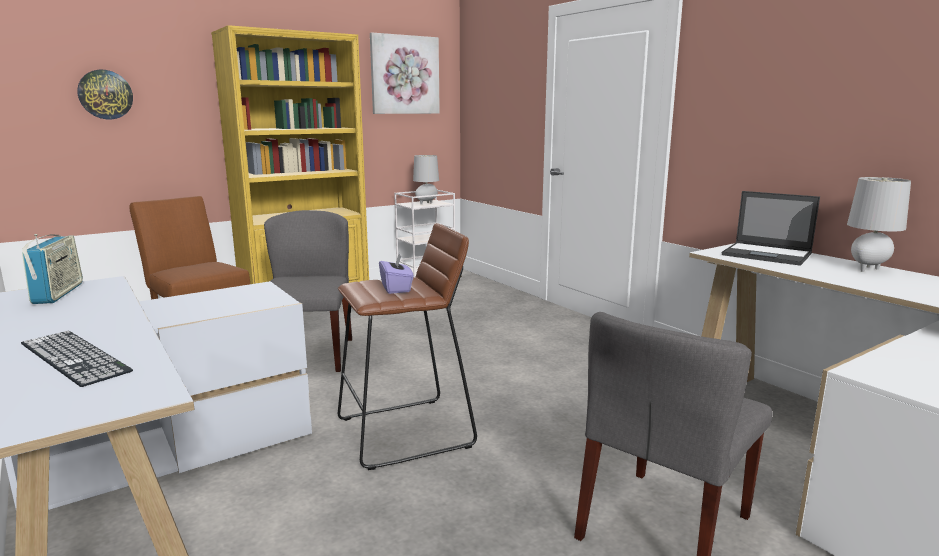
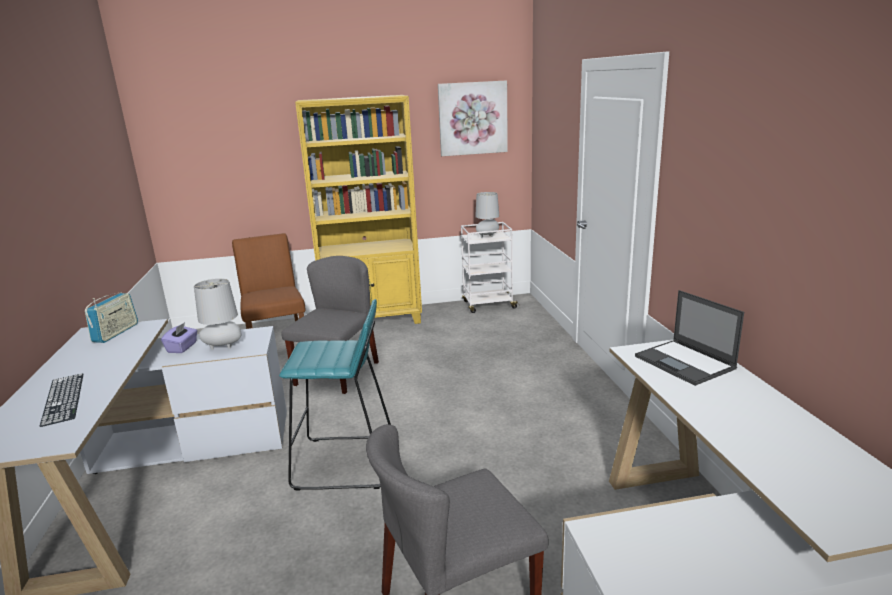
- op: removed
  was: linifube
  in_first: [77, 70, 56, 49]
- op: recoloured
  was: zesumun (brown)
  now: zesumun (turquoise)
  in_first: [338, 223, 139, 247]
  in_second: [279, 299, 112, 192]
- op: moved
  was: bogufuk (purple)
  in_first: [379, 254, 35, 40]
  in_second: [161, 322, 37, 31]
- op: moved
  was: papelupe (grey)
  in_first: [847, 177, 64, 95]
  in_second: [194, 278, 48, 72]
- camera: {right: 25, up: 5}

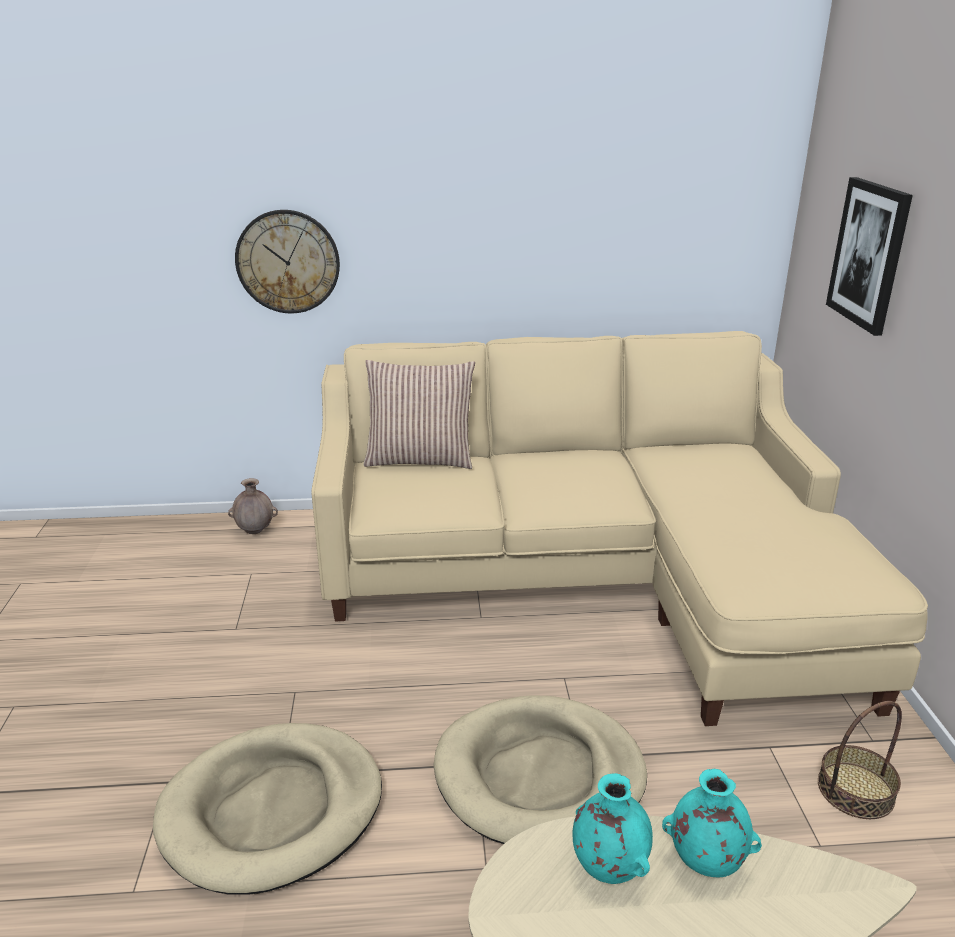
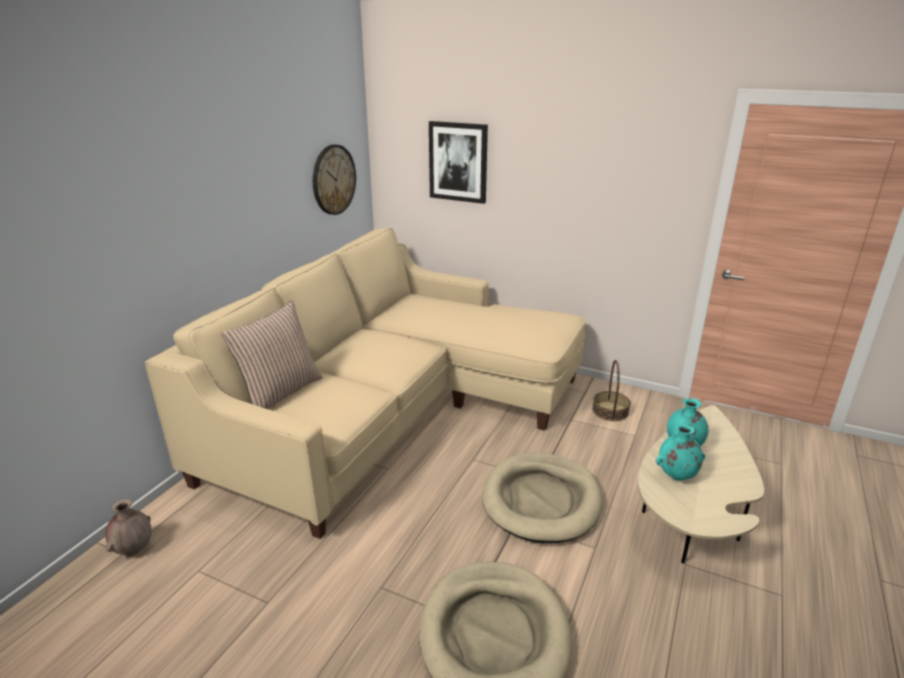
- op: moved
  was: linifube
  in_first: [235, 210, 105, 104]
  in_second: [313, 144, 43, 71]
- camera: {right: -60, up: 0}

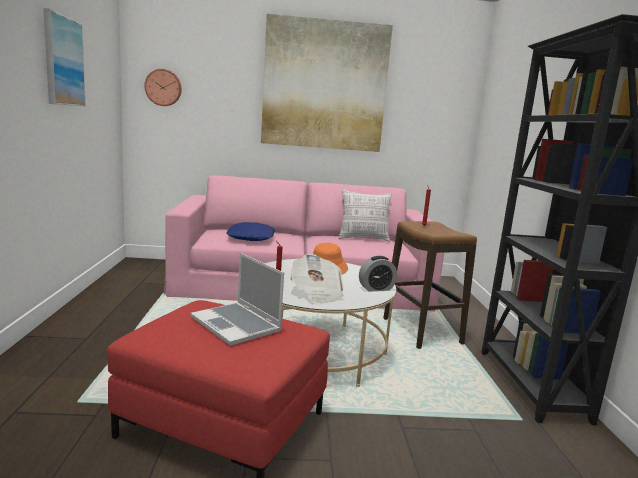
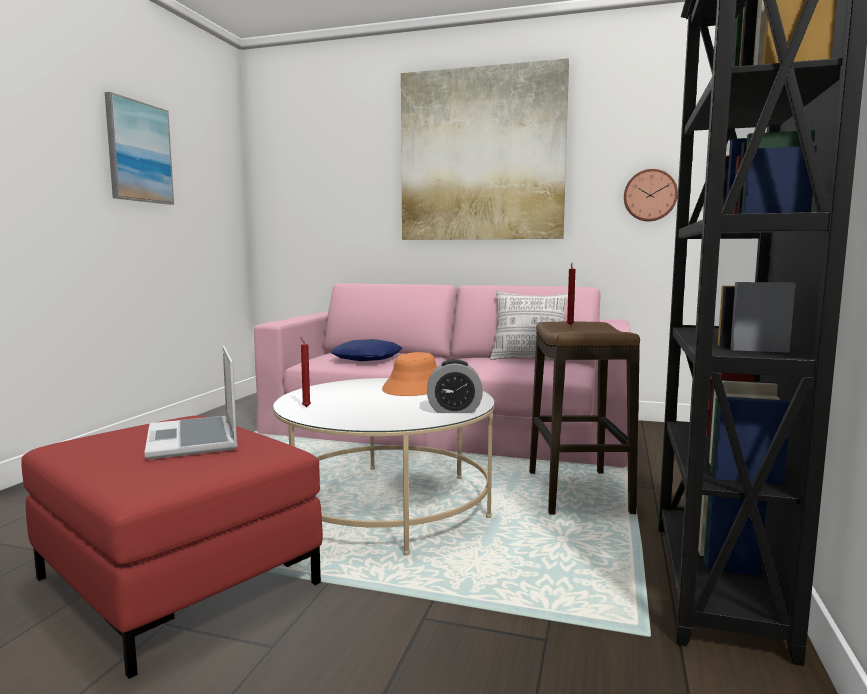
- op: moved
  was: linifube
  in_first: [144, 69, 38, 37]
  in_second: [624, 169, 54, 52]
- op: removed
  was: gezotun
  in_first: [290, 254, 54, 50]
- camera: {right: 20, up: -5}

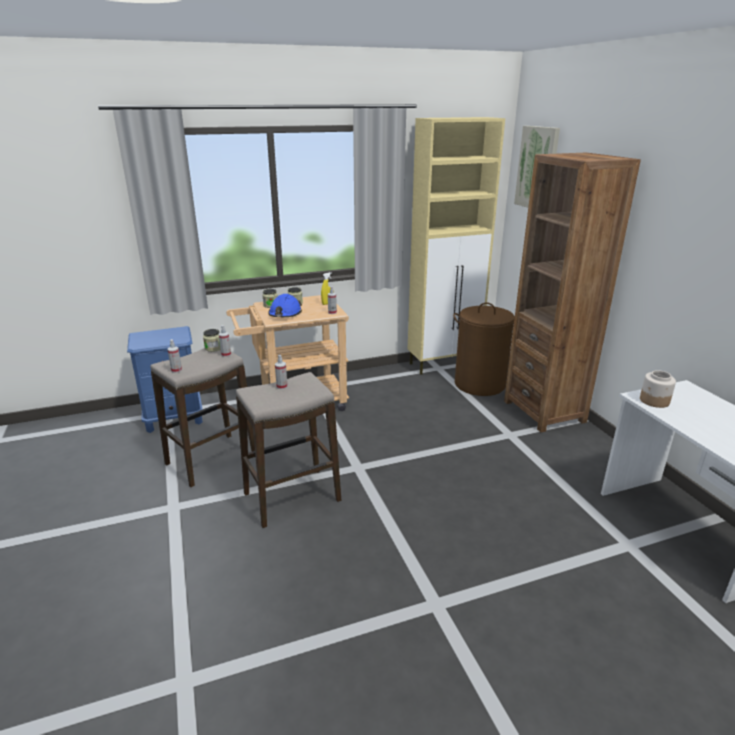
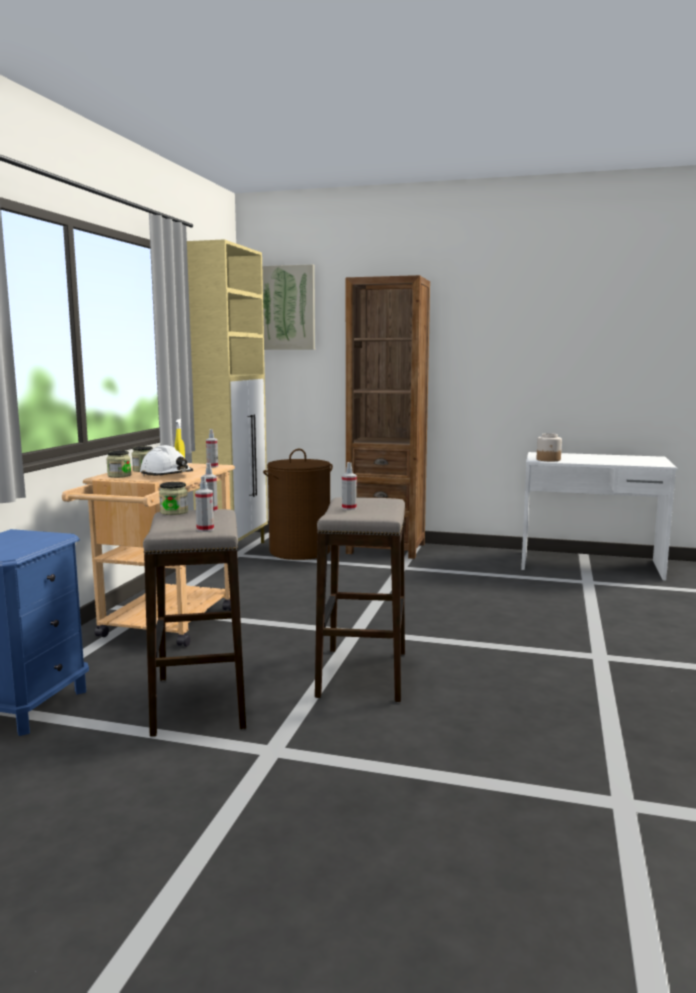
- op: recoloured
  was: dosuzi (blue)
  now: dosuzi (white)
  in_first: [268, 294, 34, 23]
  in_second: [140, 445, 53, 31]
- camera: {right: -55, up: -15}

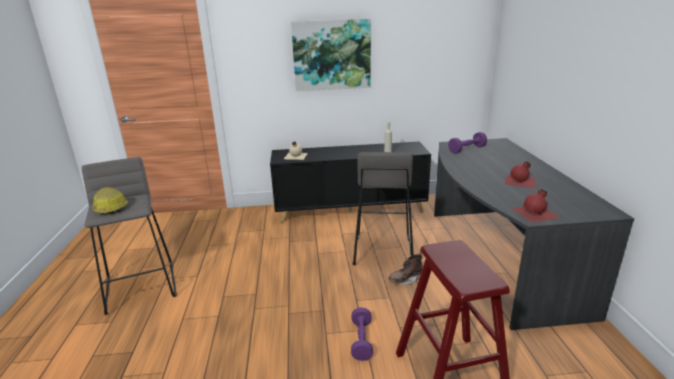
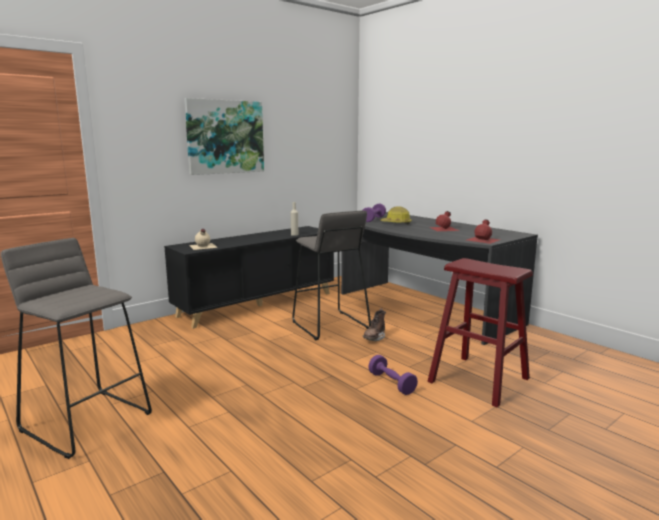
- op: moved
  was: dosuzi
  in_first: [93, 187, 35, 28]
  in_second: [380, 207, 32, 18]
- camera: {right: -35, up: -10}

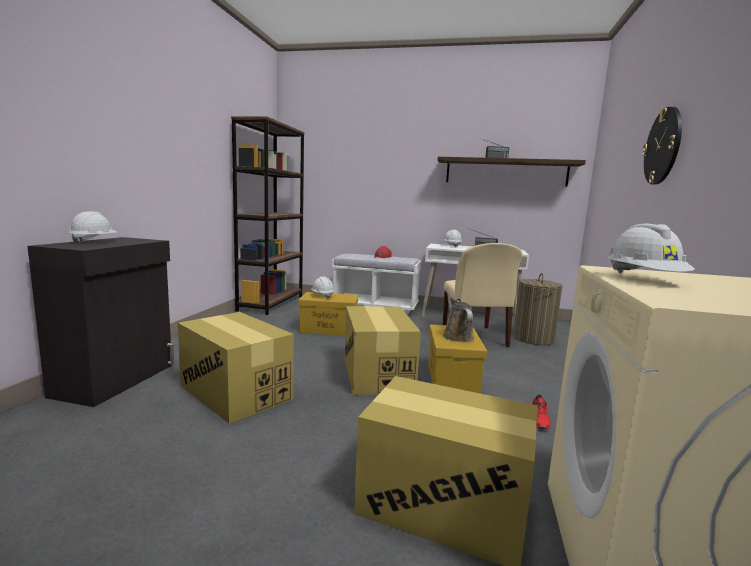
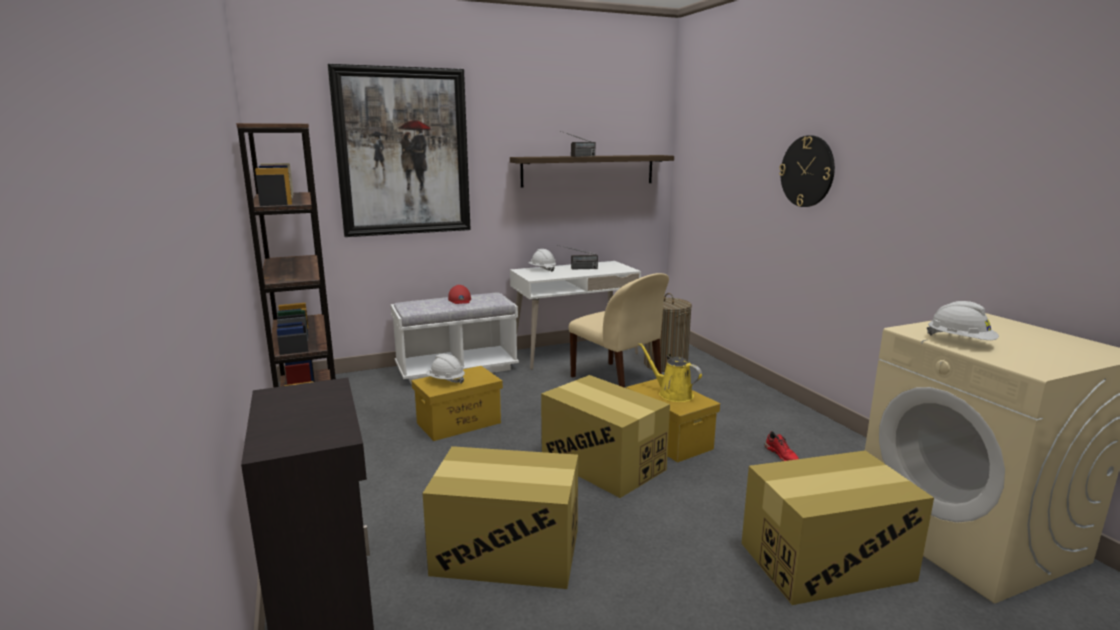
- op: removed
  was: dosuzi (white)
  in_first: [68, 211, 50, 33]
- op: recoloured
  was: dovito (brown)
  now: dovito (yellow)
  in_first: [443, 289, 31, 53]
  in_second: [638, 342, 64, 60]
- op: added
  now: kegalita
  in_second: [328, 64, 143, 173]
- camera: {right: -35, up: 5}

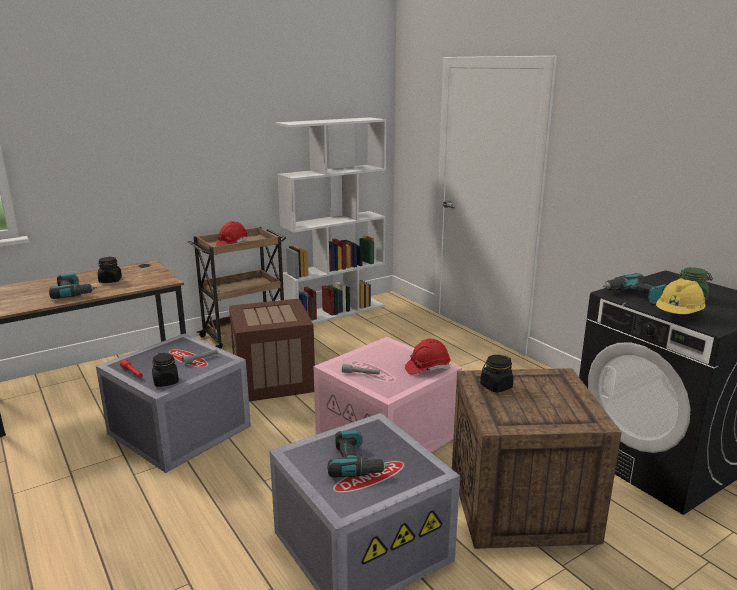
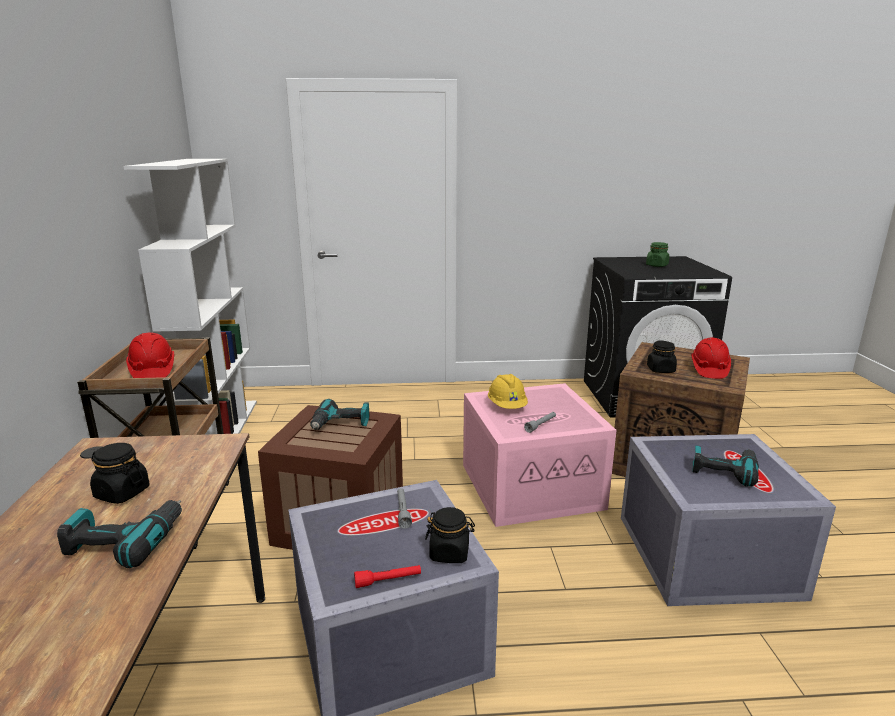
- op: moved
  was: dosuzi (red)
  in_first: [405, 339, 45, 36]
  in_second: [691, 338, 40, 41]
- op: moved
  was: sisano
  in_first: [603, 273, 64, 31]
  in_second: [310, 399, 59, 31]
- op: moved
  was: dosuzi (yellow)
  in_first: [656, 278, 50, 36]
  in_second: [488, 374, 40, 35]
- camera: {right: -60, up: 0}

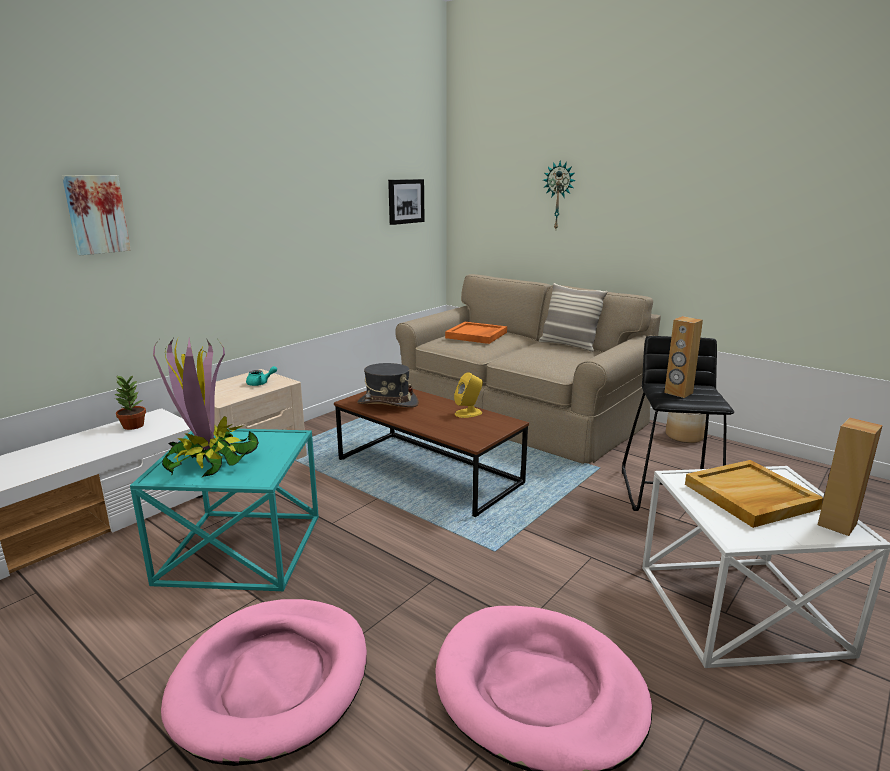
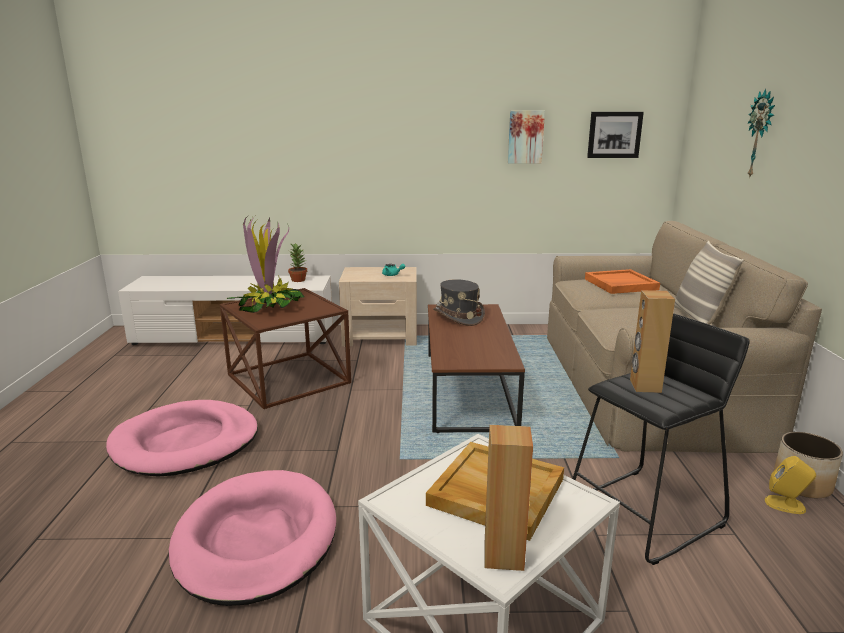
- op: moved
  was: kegalita
  in_first: [62, 175, 69, 80]
  in_second: [508, 110, 37, 54]
- op: recoloured
  was: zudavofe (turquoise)
  now: zudavofe (brown)
  in_first: [130, 428, 189, 163]
  in_second: [220, 288, 131, 121]
- op: moved
  was: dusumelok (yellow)
  in_first: [454, 372, 29, 46]
  in_second: [765, 456, 51, 58]
- camera: {right: 50, up: 0}

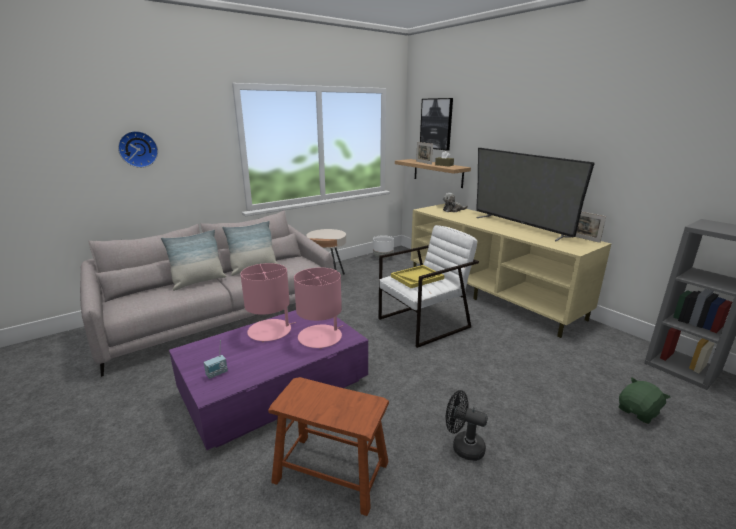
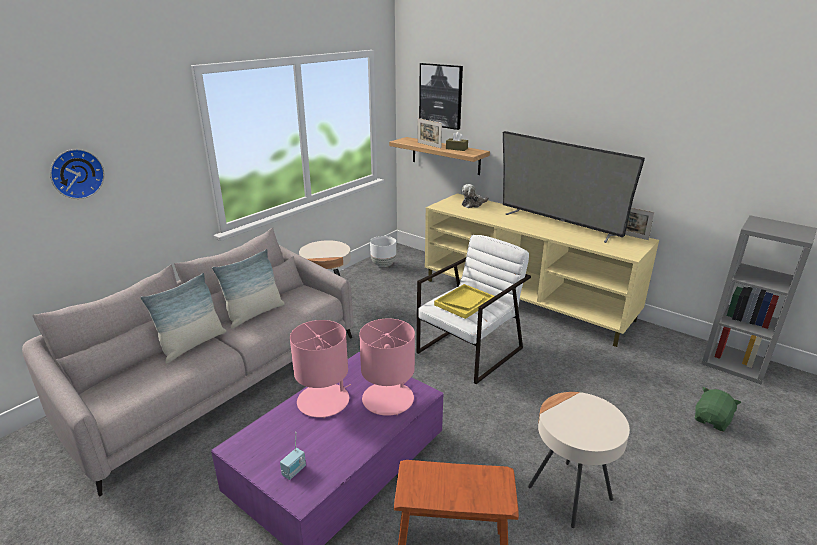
- op: replaced
  was: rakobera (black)
  now: zudavofe (beige)
  in_first: [445, 390, 43, 71]
  in_second: [528, 392, 102, 136]
- camera: {right: -15, up: 5}

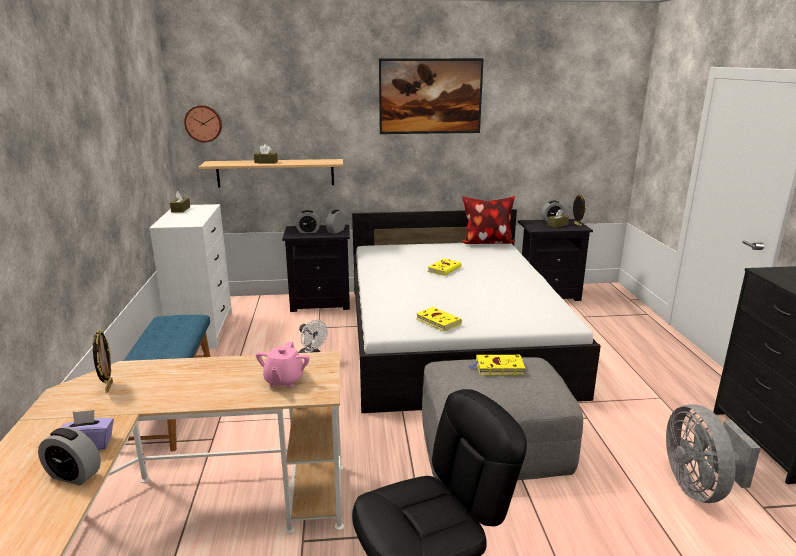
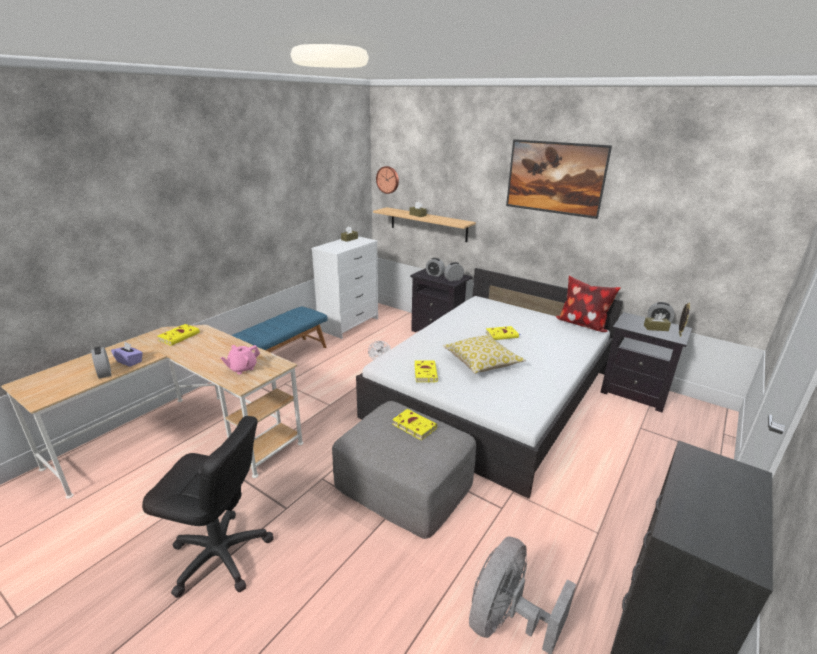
- op: replaced
  was: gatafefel
  now: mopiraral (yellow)
  in_first: [93, 329, 20, 64]
  in_second: [158, 324, 42, 22]
- op: added
  now: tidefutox
  in_second: [443, 335, 83, 39]
- camera: {right: 40, up: 5}

